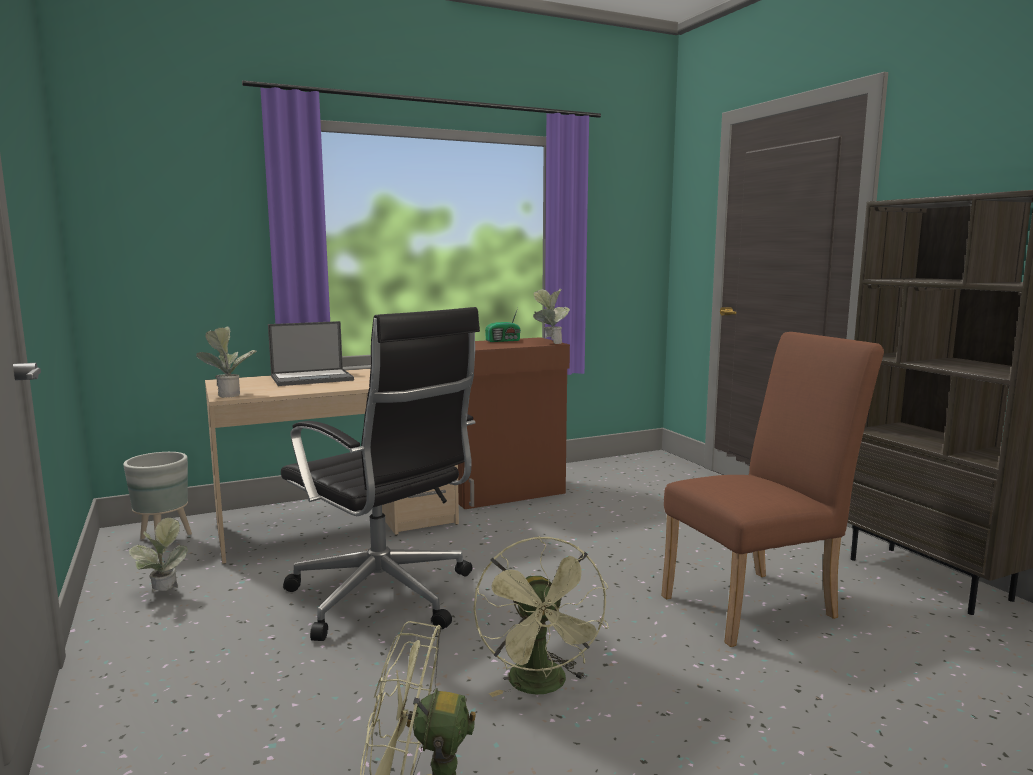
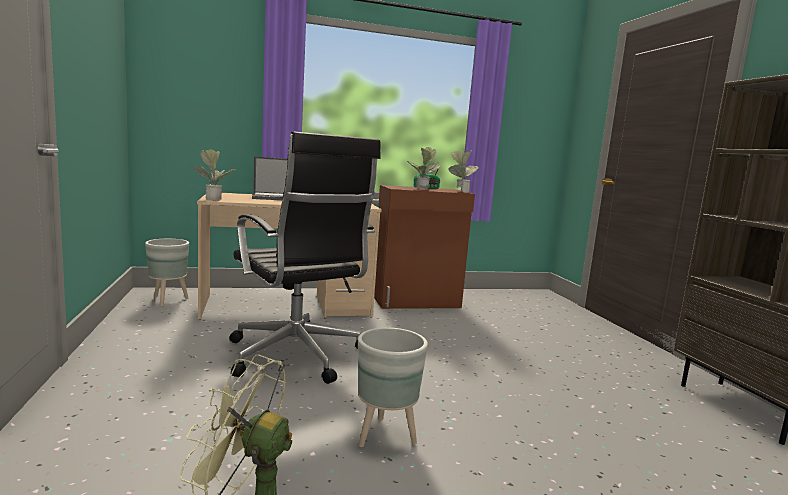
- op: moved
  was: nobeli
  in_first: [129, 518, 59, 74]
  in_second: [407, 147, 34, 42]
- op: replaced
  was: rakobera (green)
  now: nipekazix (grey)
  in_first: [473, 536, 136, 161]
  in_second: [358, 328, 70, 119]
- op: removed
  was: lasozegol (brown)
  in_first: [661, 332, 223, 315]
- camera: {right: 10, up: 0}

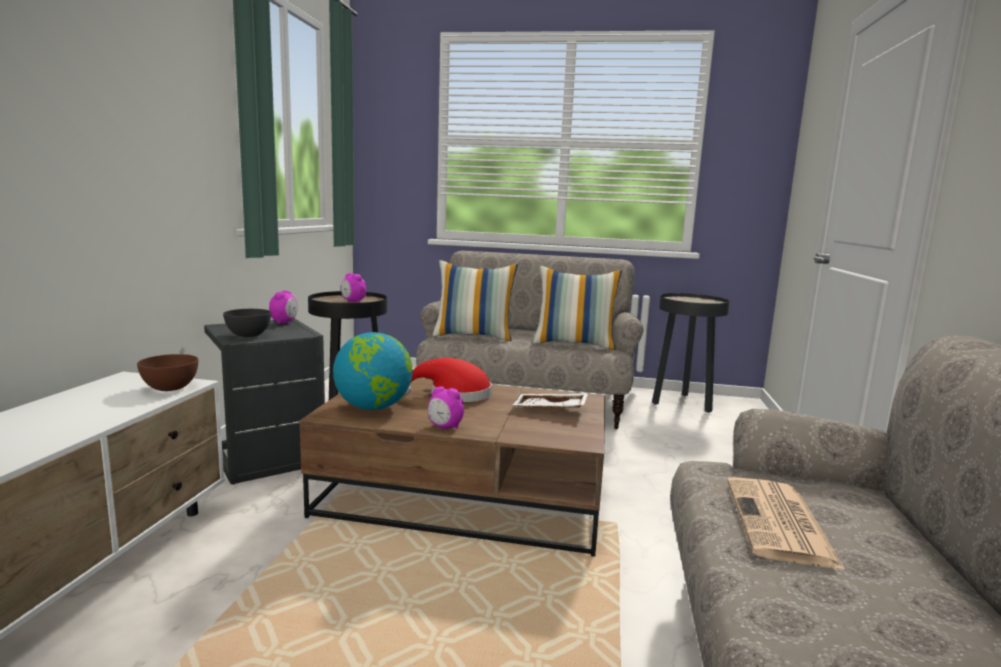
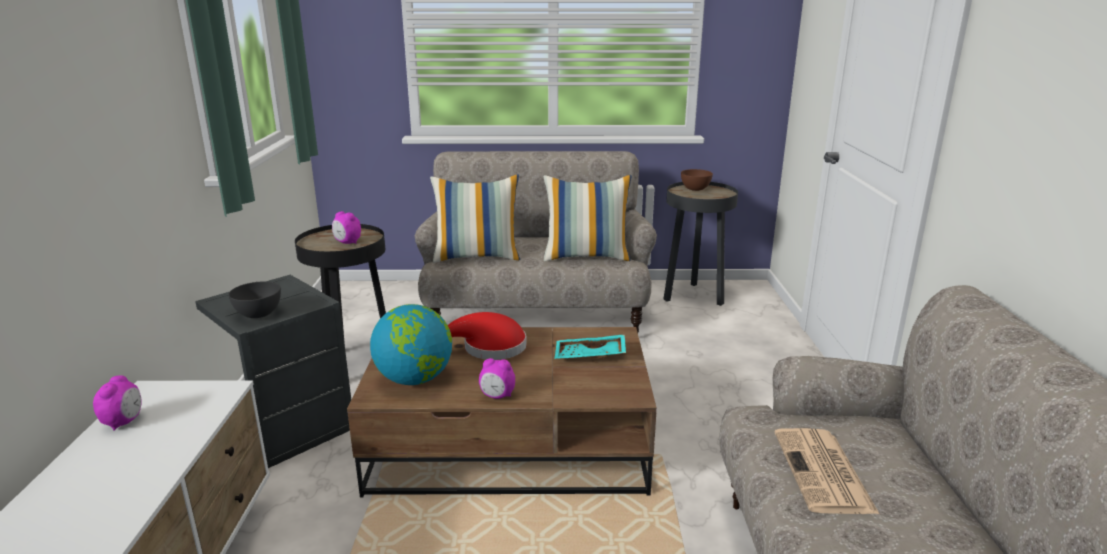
- op: moved
  was: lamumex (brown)
  in_first: [137, 354, 61, 37]
  in_second: [681, 169, 32, 22]
- op: moved
  was: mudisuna
  in_first: [269, 290, 29, 34]
  in_second: [93, 375, 49, 56]
- op: recoloured
  was: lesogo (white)
  now: lesogo (turquoise)
  in_first: [513, 393, 75, 17]
  in_second: [554, 334, 72, 25]
- camera: {right: -10, up: 10}

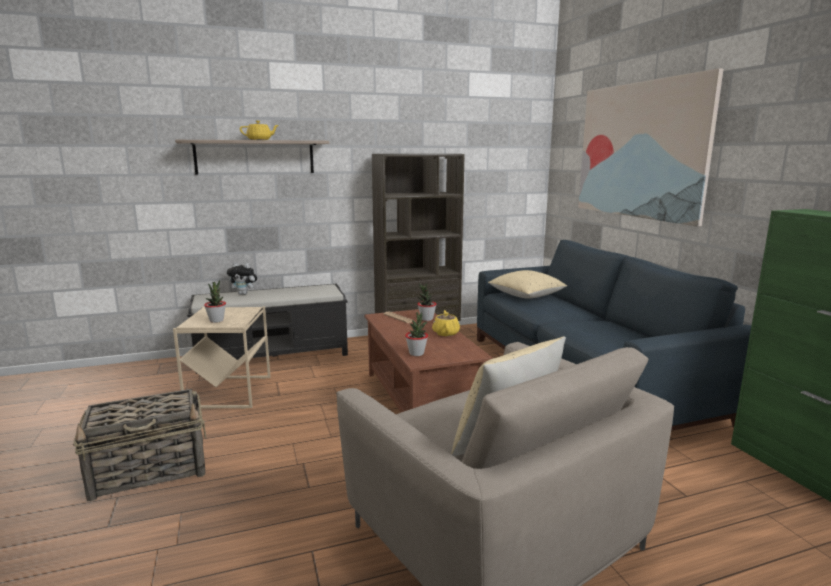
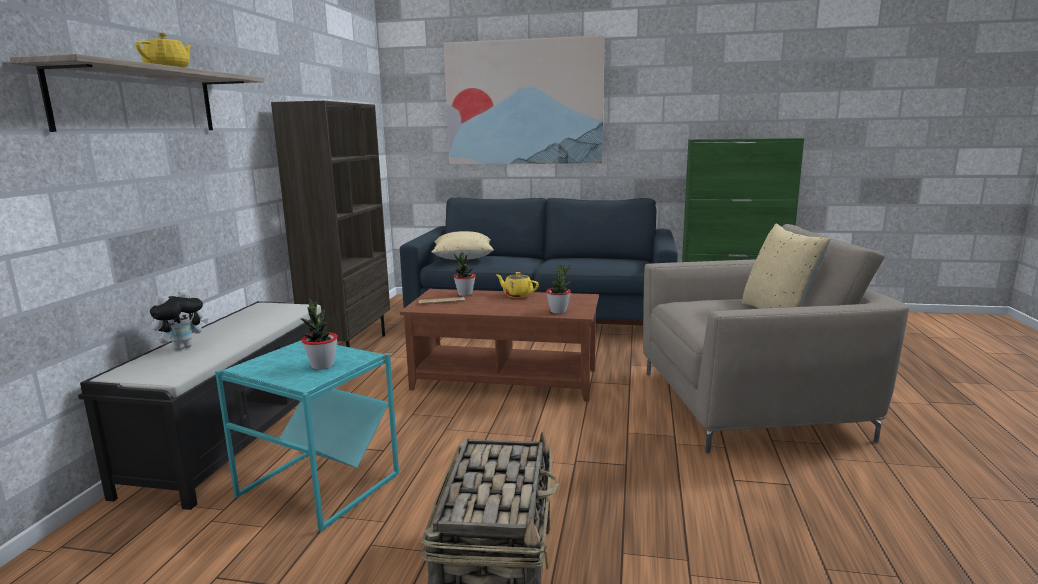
- op: recoloured
  was: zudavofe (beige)
  now: zudavofe (turquoise)
  in_first: [173, 306, 97, 103]
  in_second: [215, 341, 184, 190]
- camera: {right: -60, up: 0}

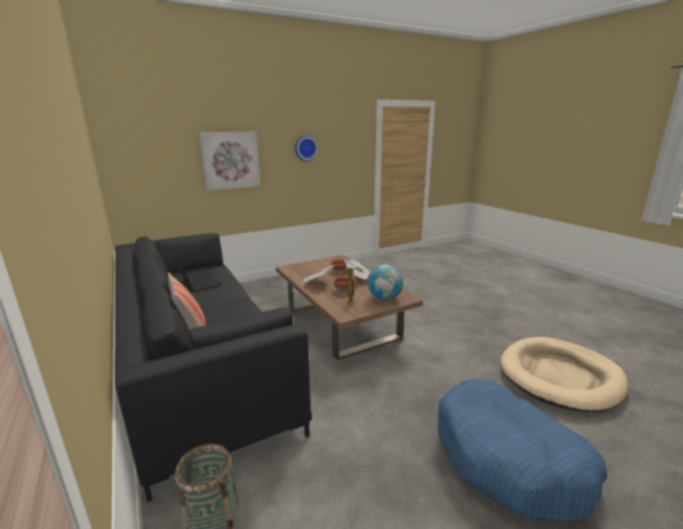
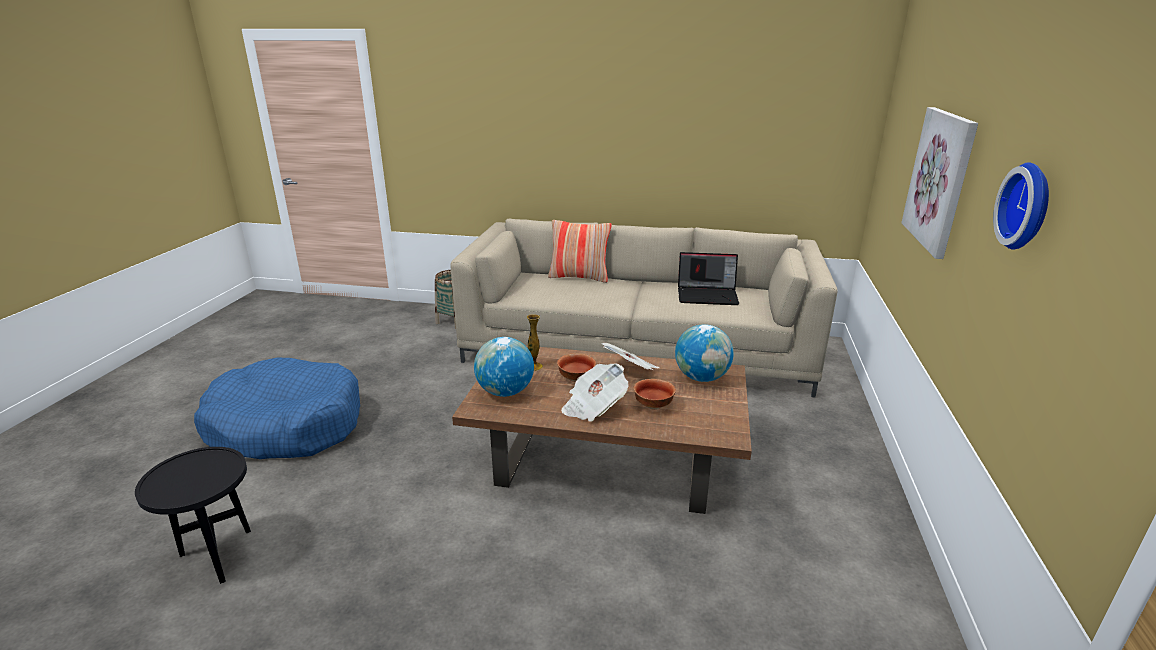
- op: recoloured
  was: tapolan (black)
  now: tapolan (beige)
  in_first: [115, 233, 197, 269]
  in_second: [450, 218, 388, 180]
- op: replaced
  was: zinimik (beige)
  now: zudavofe (black)
  in_first: [500, 337, 128, 75]
  in_second: [135, 447, 116, 137]
- op: added
  now: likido
  in_second: [675, 324, 59, 58]
- camera: {right: 130, up: 5}

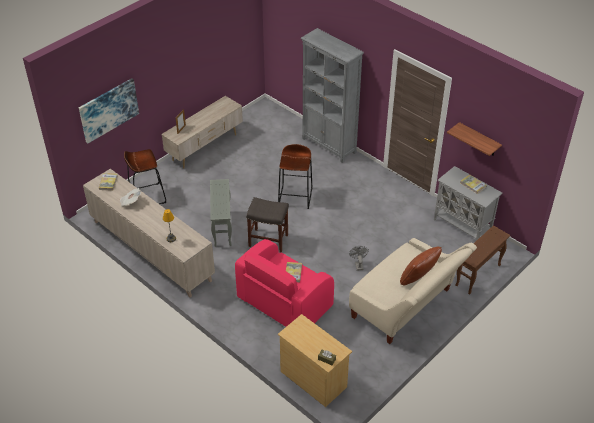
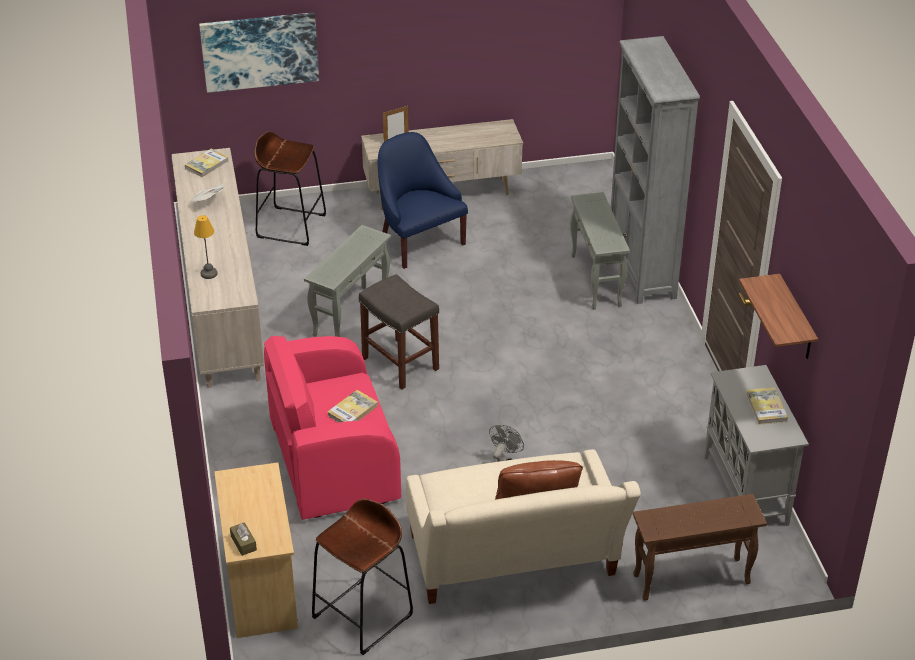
- op: moved
  was: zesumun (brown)
  in_first: [278, 144, 34, 65]
  in_second: [312, 499, 101, 156]
- op: added
  now: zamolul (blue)
  in_second: [378, 132, 90, 137]
- op: added
  now: zudavofe (grey)
  in_second: [570, 192, 60, 118]
- camera: {right: 35, up: -5}

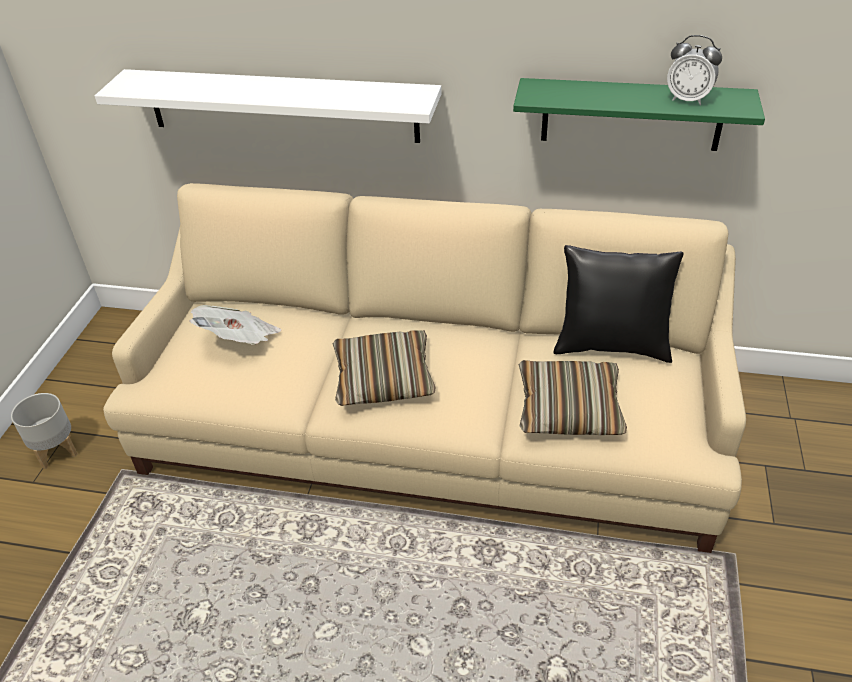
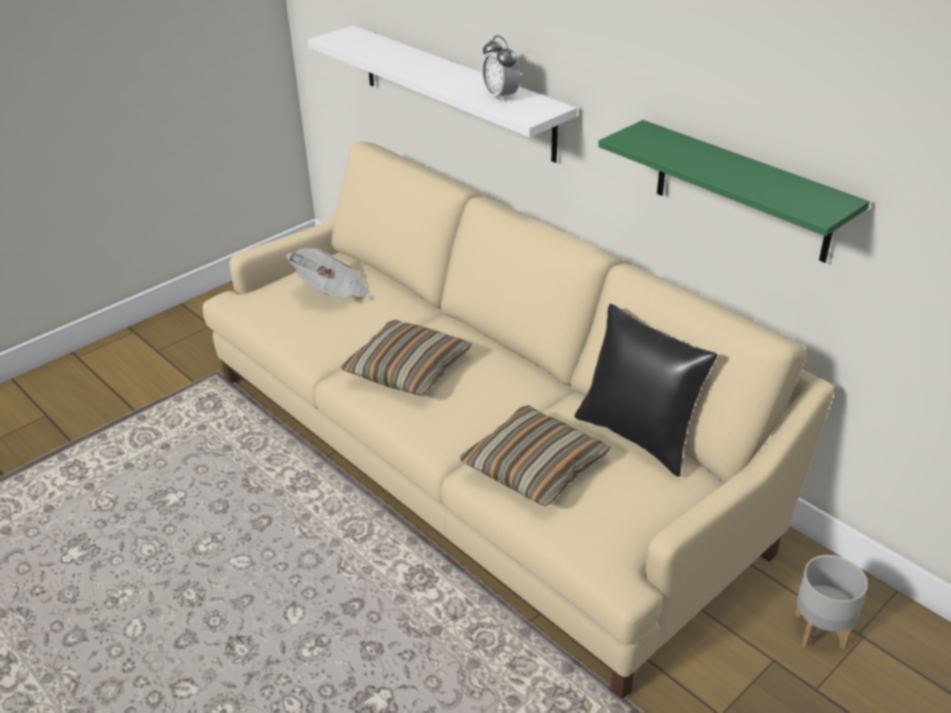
- op: moved
  was: nipekazix (grey)
  in_first: [11, 393, 67, 76]
  in_second: [795, 555, 73, 95]
- op: moved
  was: mudisuna
  in_first: [667, 35, 55, 70]
  in_second: [481, 35, 39, 68]
- camera: {right: 35, up: -5}

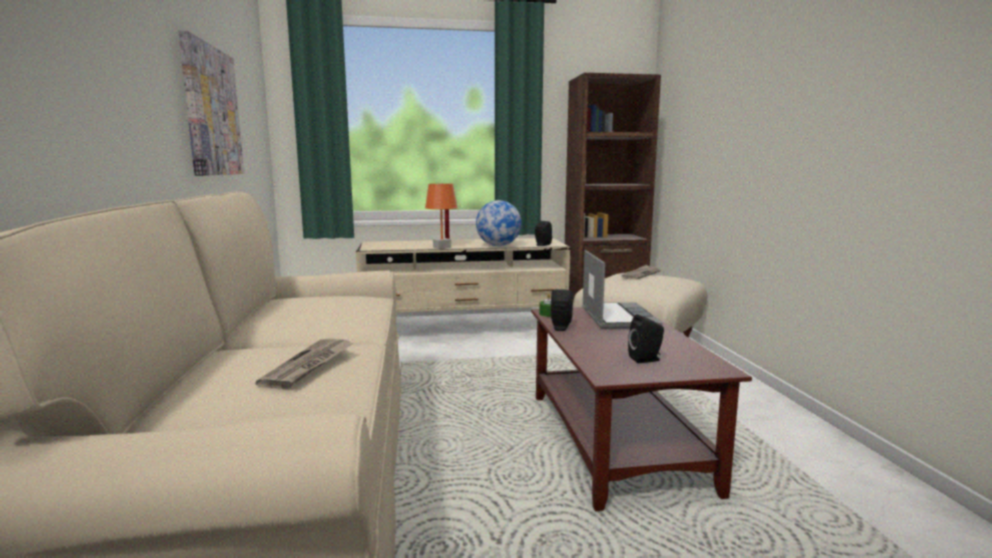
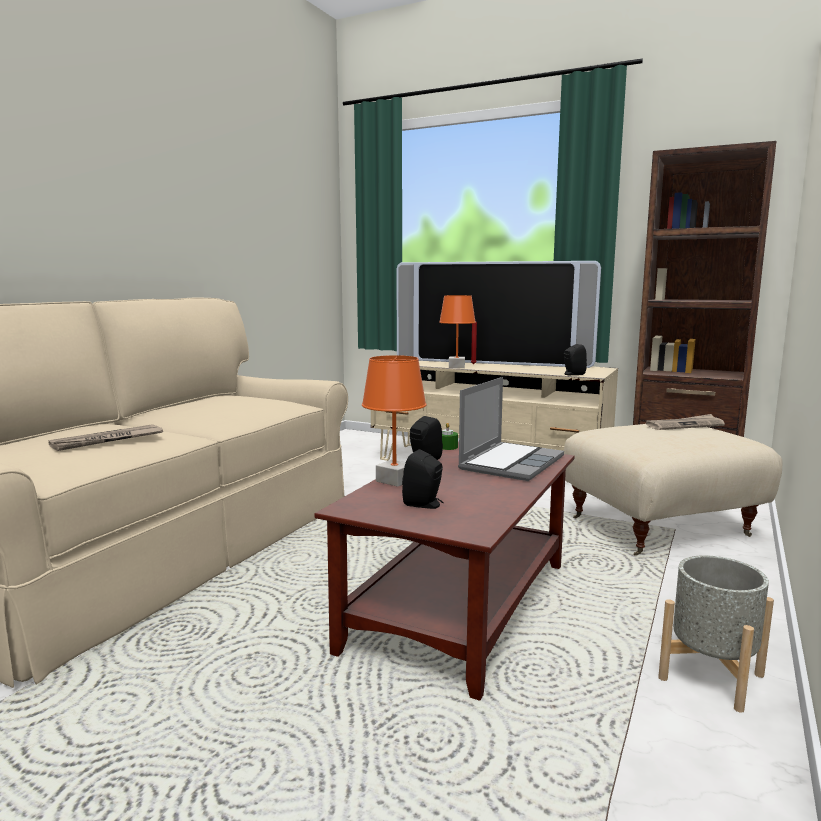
- op: removed
  was: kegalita
  in_first: [178, 30, 66, 146]
- op: removed
  was: likido
  in_first: [476, 200, 45, 46]
- op: added
  now: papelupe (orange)
  in_second: [362, 355, 65, 132]
- op: added
  now: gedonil
  in_second: [396, 261, 205, 107]
- op: added
  now: nipekazix (grey)
  in_second: [658, 555, 116, 158]
- camera: {right: 35, up: 0}

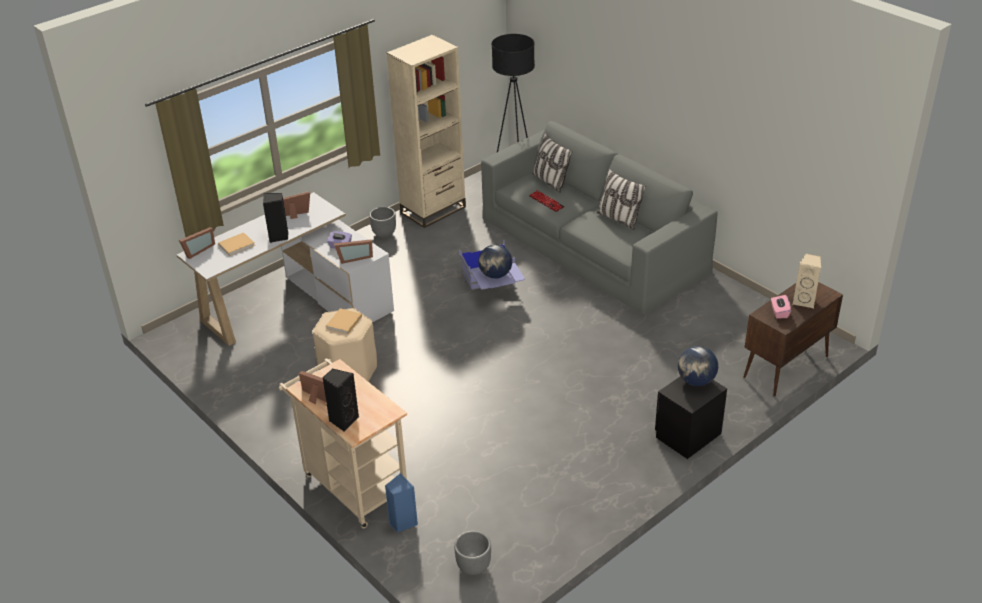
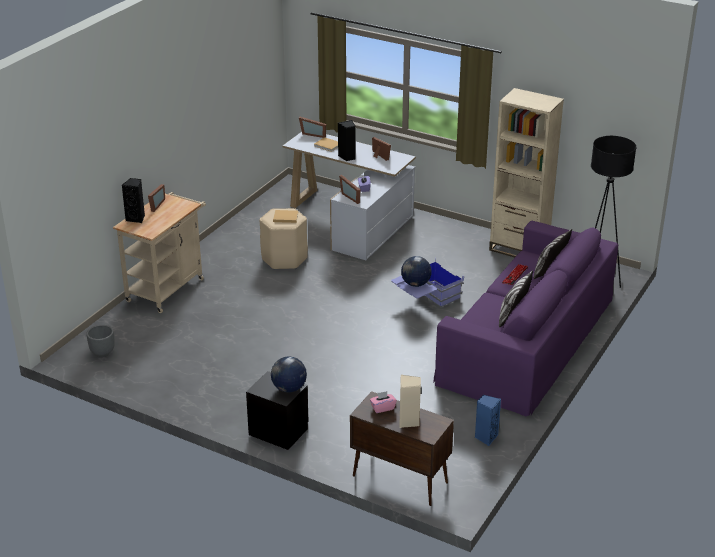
- op: removed
  was: nipekazix (grey)
  in_first: [369, 207, 27, 31]
- op: moved
  was: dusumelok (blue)
  in_first: [385, 473, 33, 60]
  in_second: [475, 394, 26, 52]
- op: recoloured
  was: tapolan (grey)
  now: tapolan (purple)
  in_first: [481, 121, 237, 193]
  in_second: [433, 221, 185, 196]
- camera: {right: 70, up: -5}

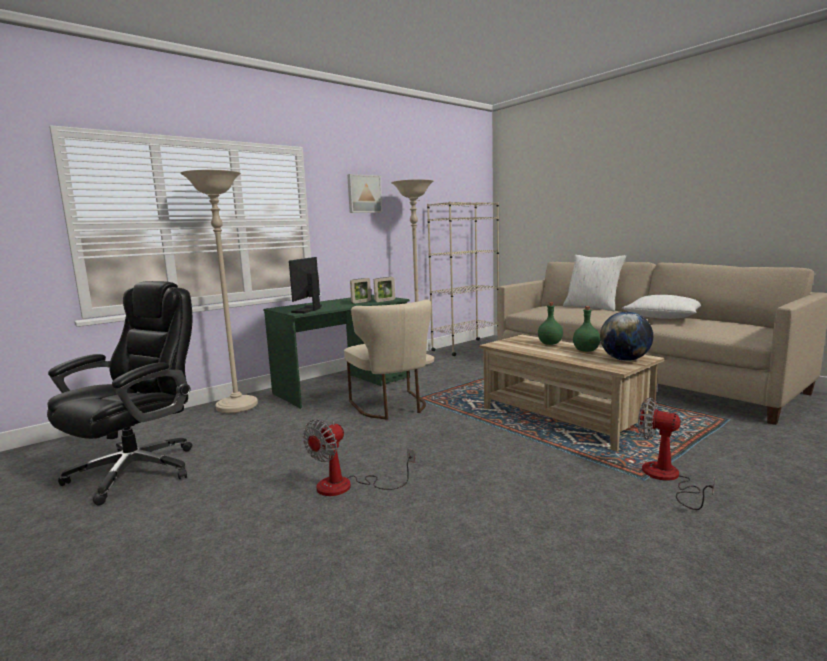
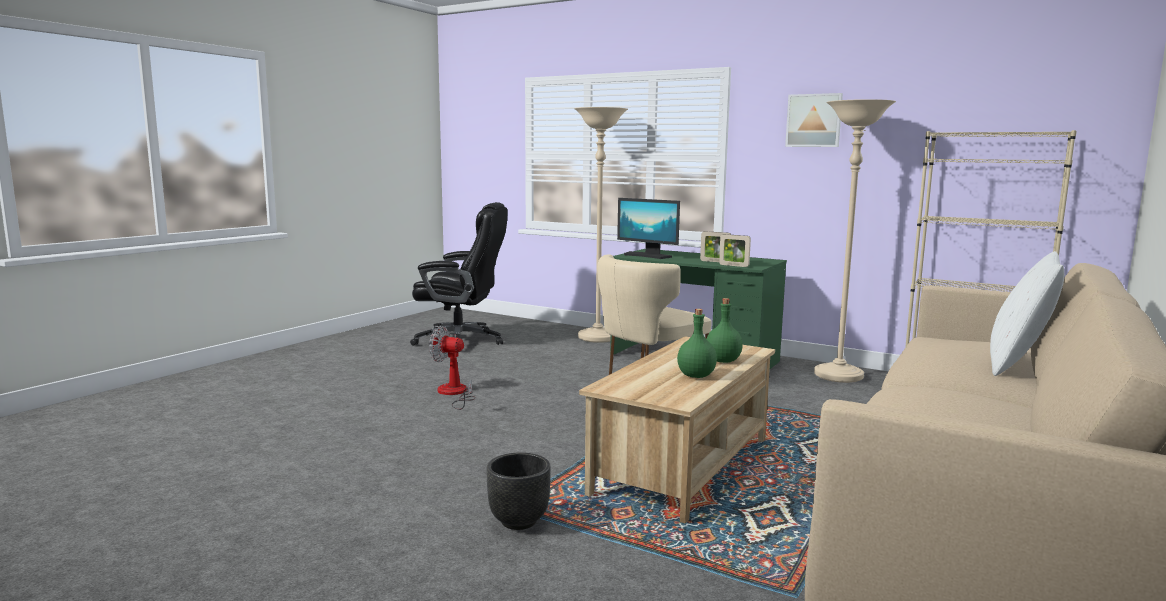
- op: turned
  was: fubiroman
  in_first: [289, 257, 33, 56]
  in_second: [617, 198, 63, 61]
  clockwise: -135
- op: removed
  was: likido
  in_first: [600, 312, 53, 49]
- op: removed
  was: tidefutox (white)
  in_first: [622, 295, 79, 24]
- op: replaced
  was: rakobera
  now: nipekazix (black)
  in_first: [638, 398, 77, 112]
  in_second: [486, 452, 65, 78]
- camera: {right: 70, up: 0}

